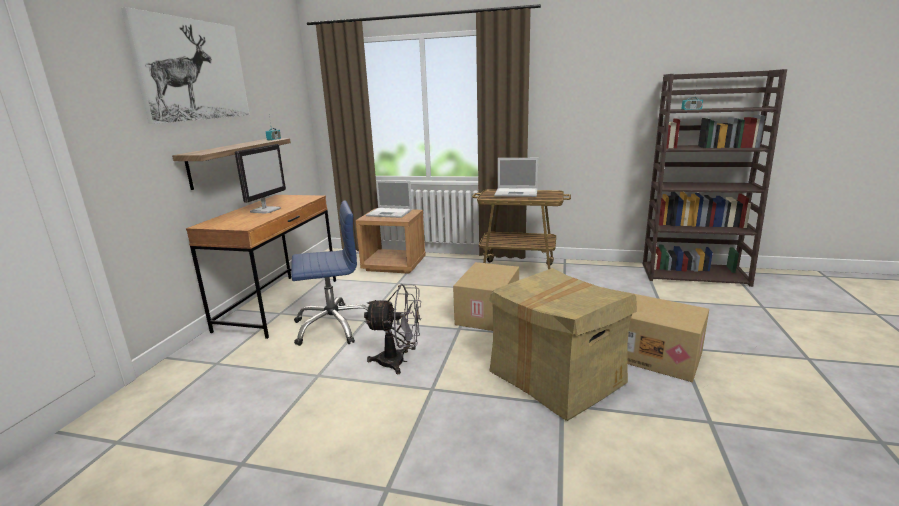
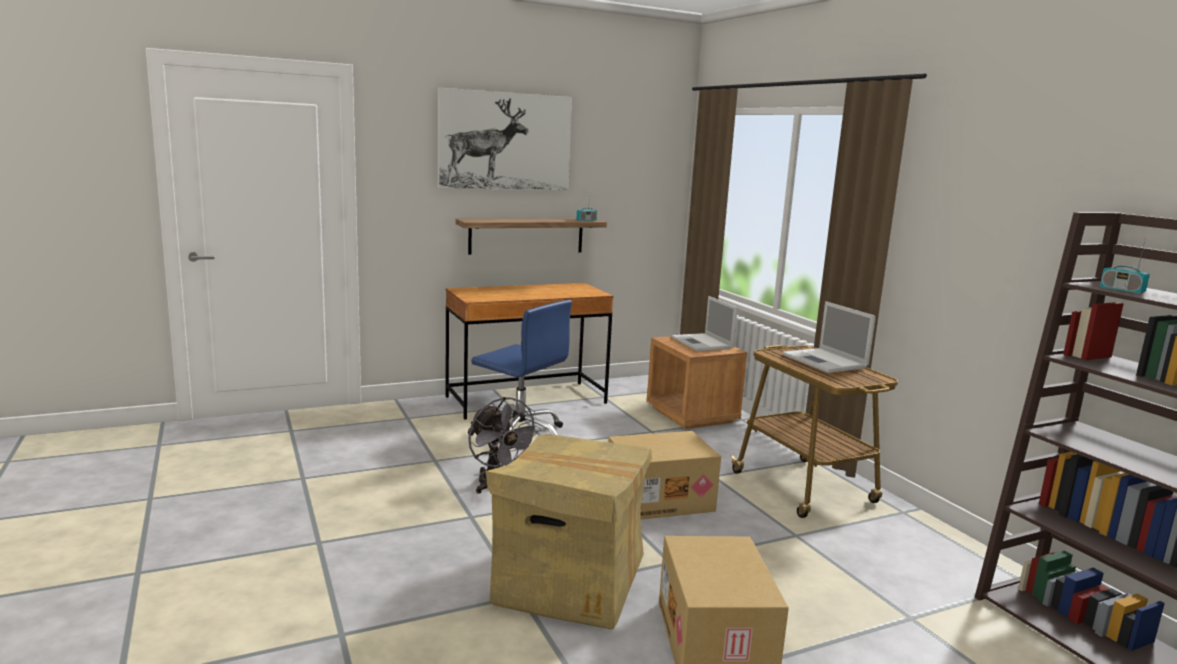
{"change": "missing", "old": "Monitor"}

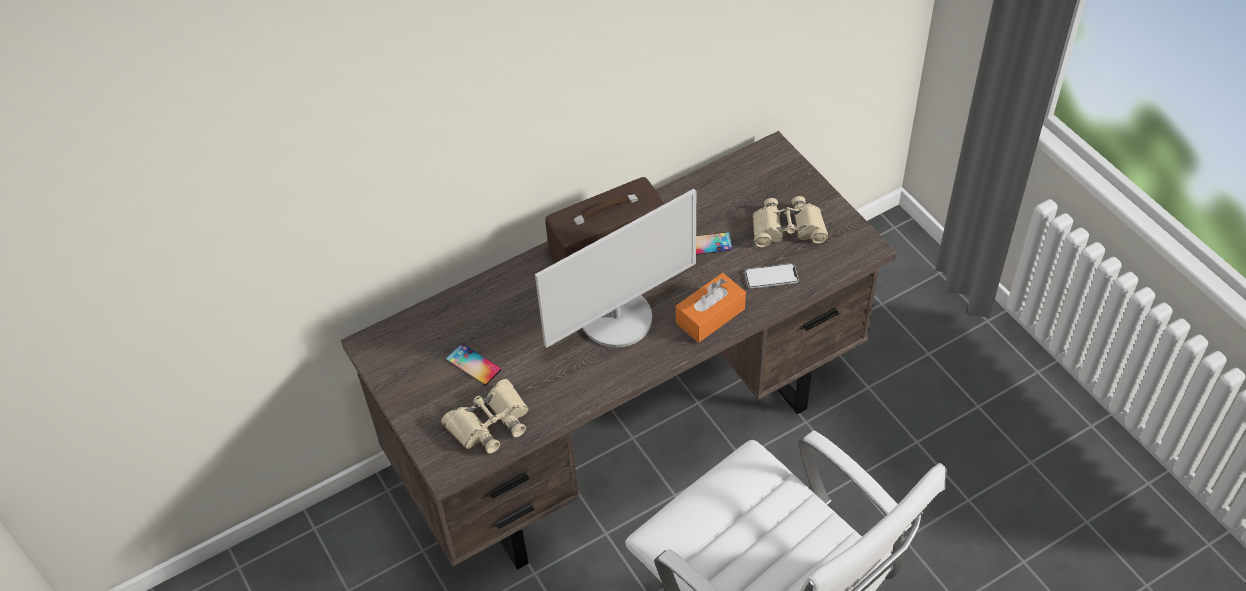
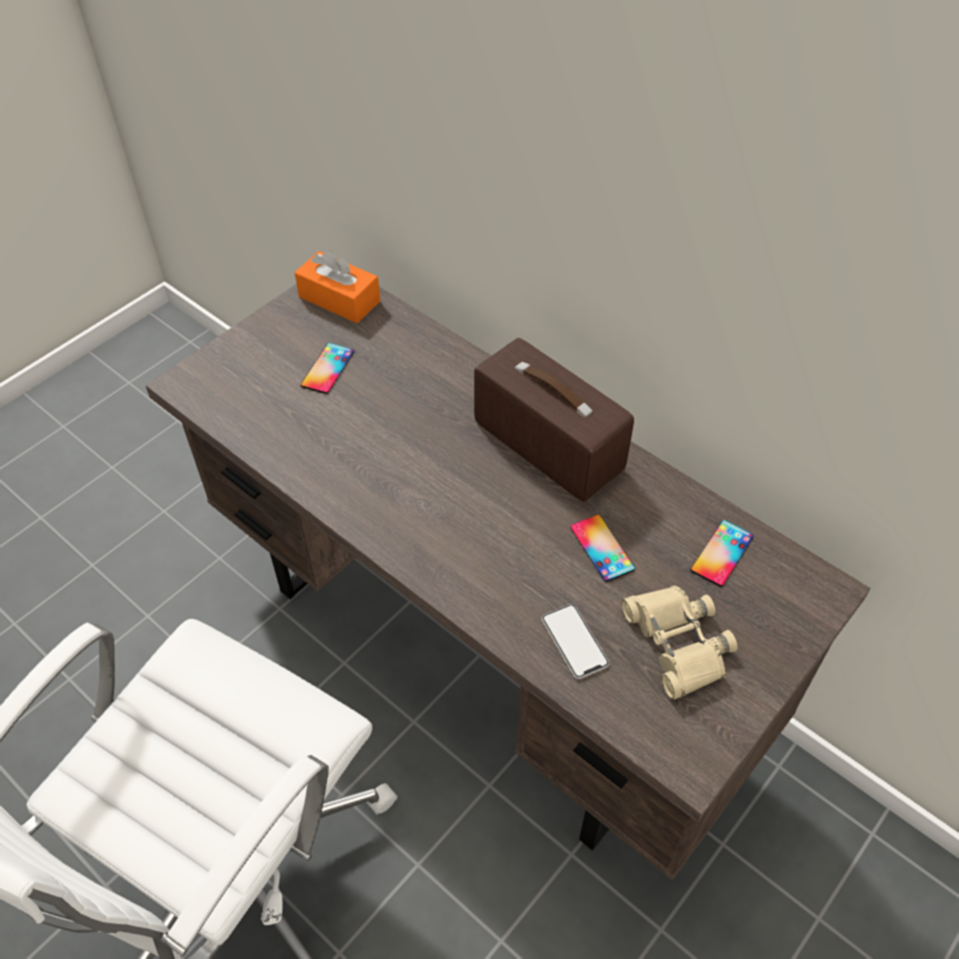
{"change": "missing", "old": "Fernglas (beige) (no. 1 from left)"}
{"change": "missing", "old": "Monitor"}
{"change": "relocated", "old": "Taschentuchbox (orange)"}
{"change": "appeared", "new": "Handy (no. 4 from left)"}

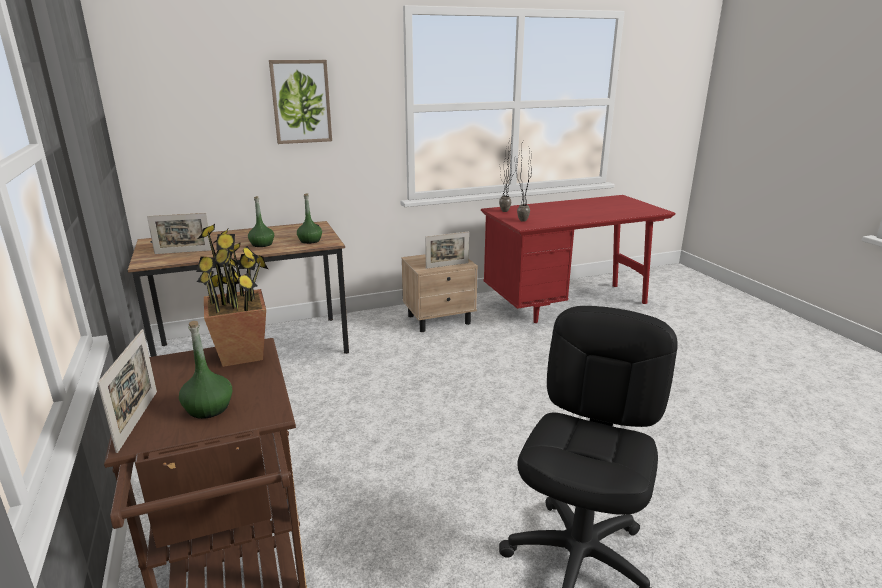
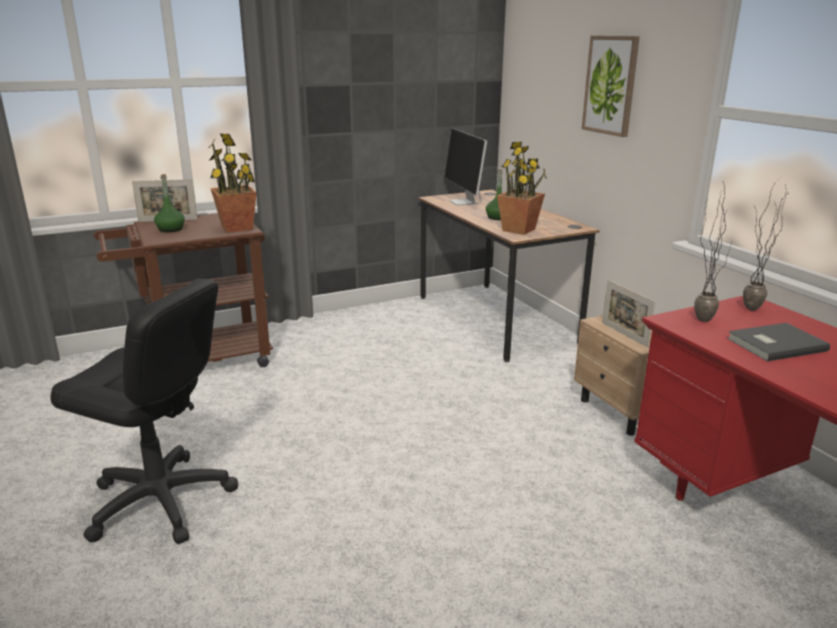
{"change": "exchanged", "old": "Bilderrahmen (no. 2 from left)", "new": "Monitor"}
{"change": "exchanged", "old": "Flasche (grün) (no. 3 from left)", "new": "Topfpflanze (no. 2 from left)"}
{"change": "appeared", "new": "Buch (grau)"}

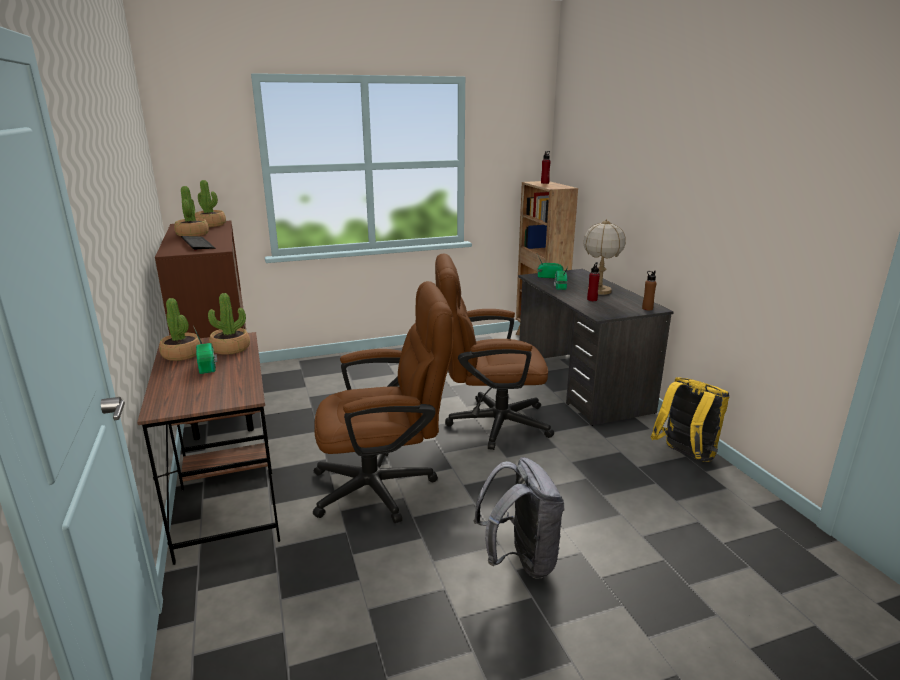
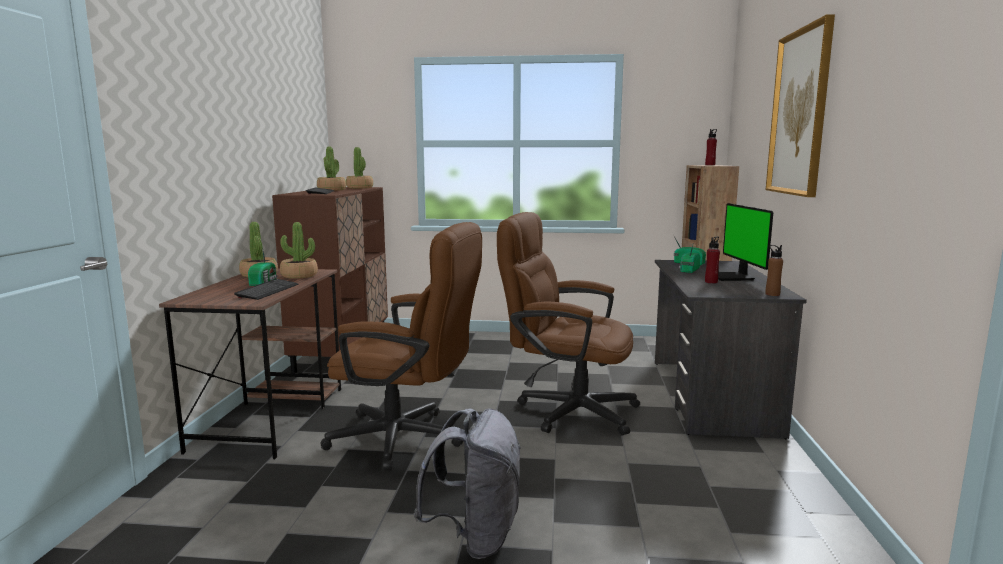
{"change": "exchanged", "old": "Tischlampe", "new": "Monitor"}
{"change": "missing", "old": "Rucksack (gelb)"}
{"change": "appeared", "new": "Tastatur (no. 1 from left)"}
{"change": "appeared", "new": "Bild"}

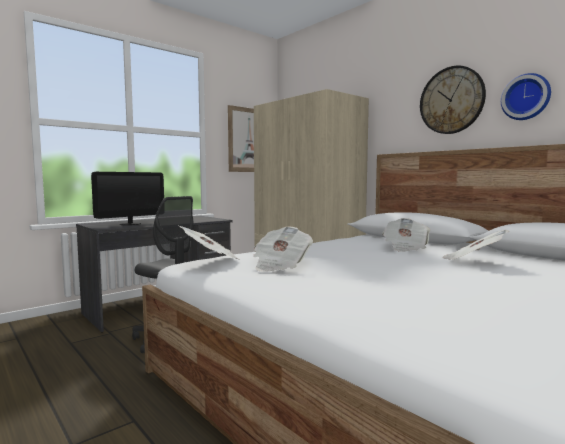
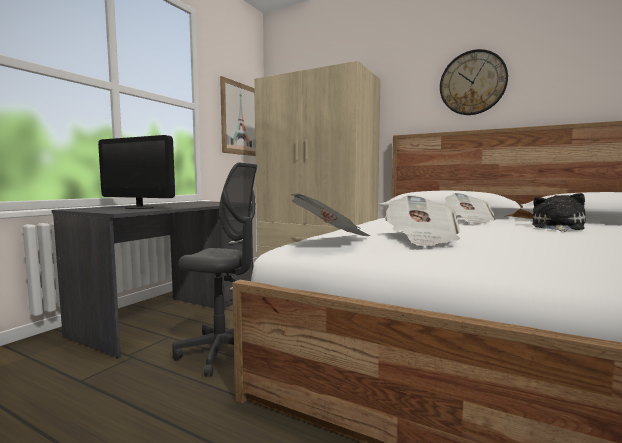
{"change": "spun", "old": "Monitor", "degrees": 90}
{"change": "exchanged", "old": "Zeitung (no. 4 from left)", "new": "Plüschtier"}
{"change": "missing", "old": "Wanduhr (no. 2 from left)"}

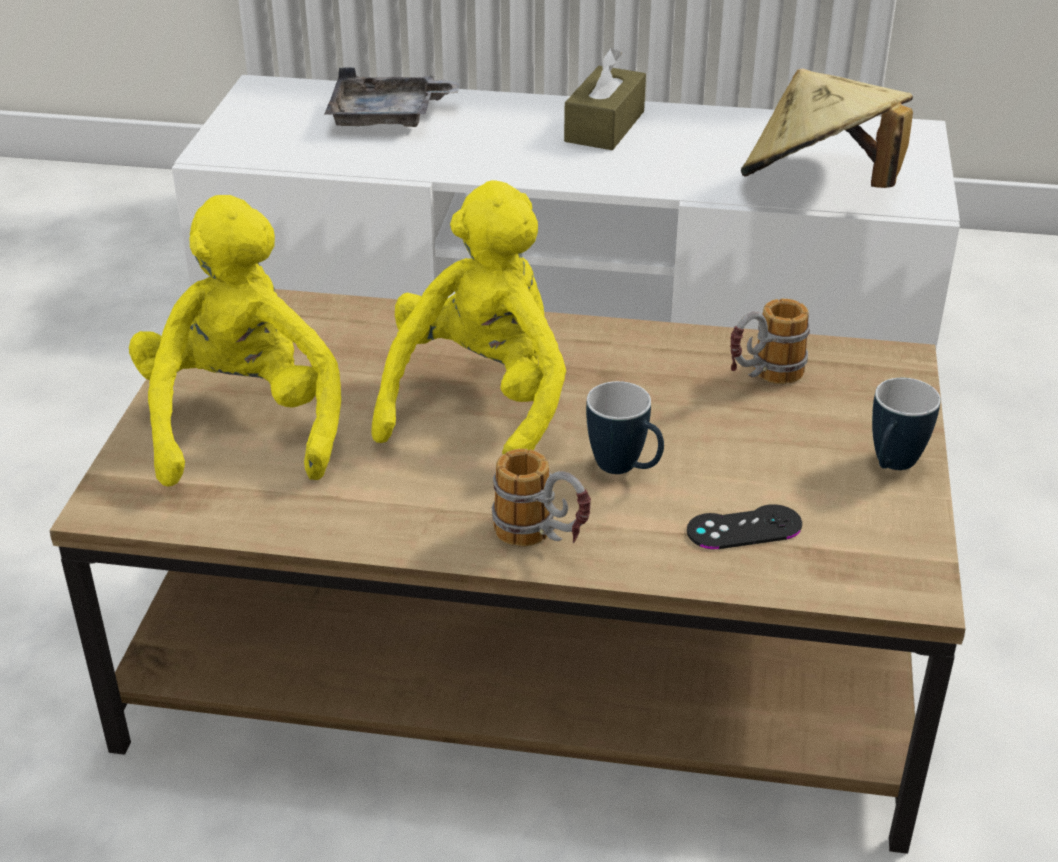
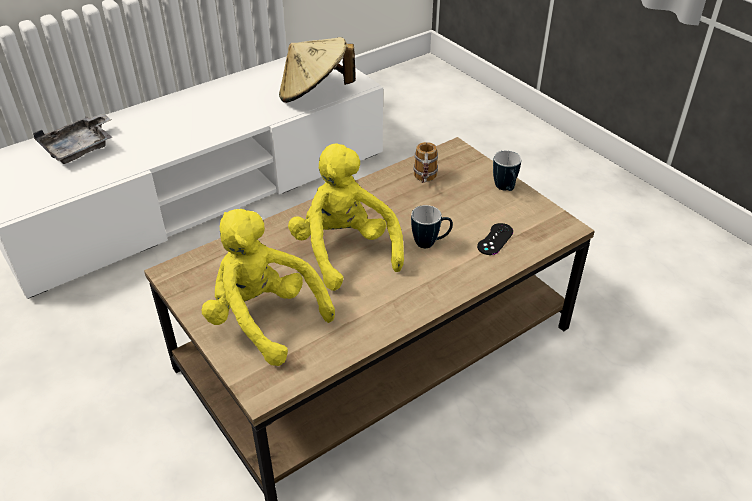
{"change": "missing", "old": "Henkelbecher (no. 1 from left)"}
{"change": "missing", "old": "Taschentuchbox (braun)"}

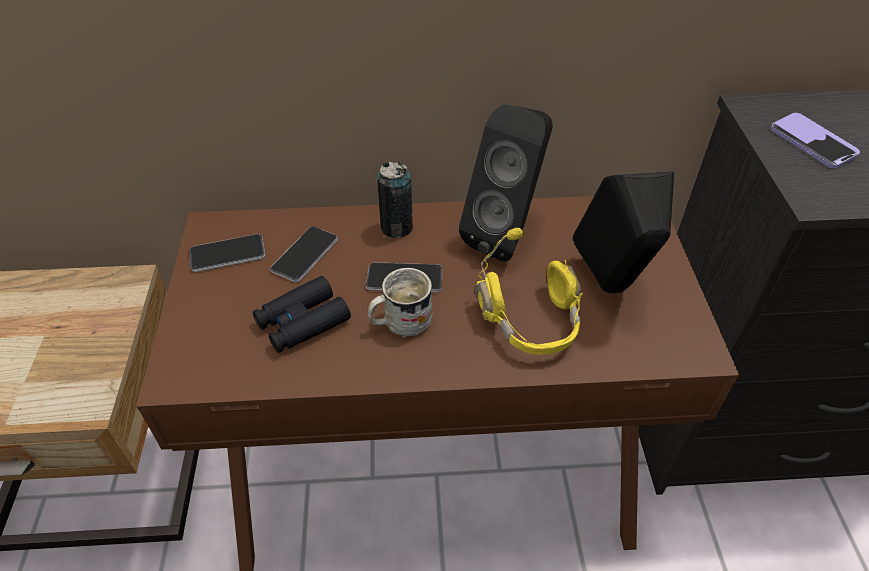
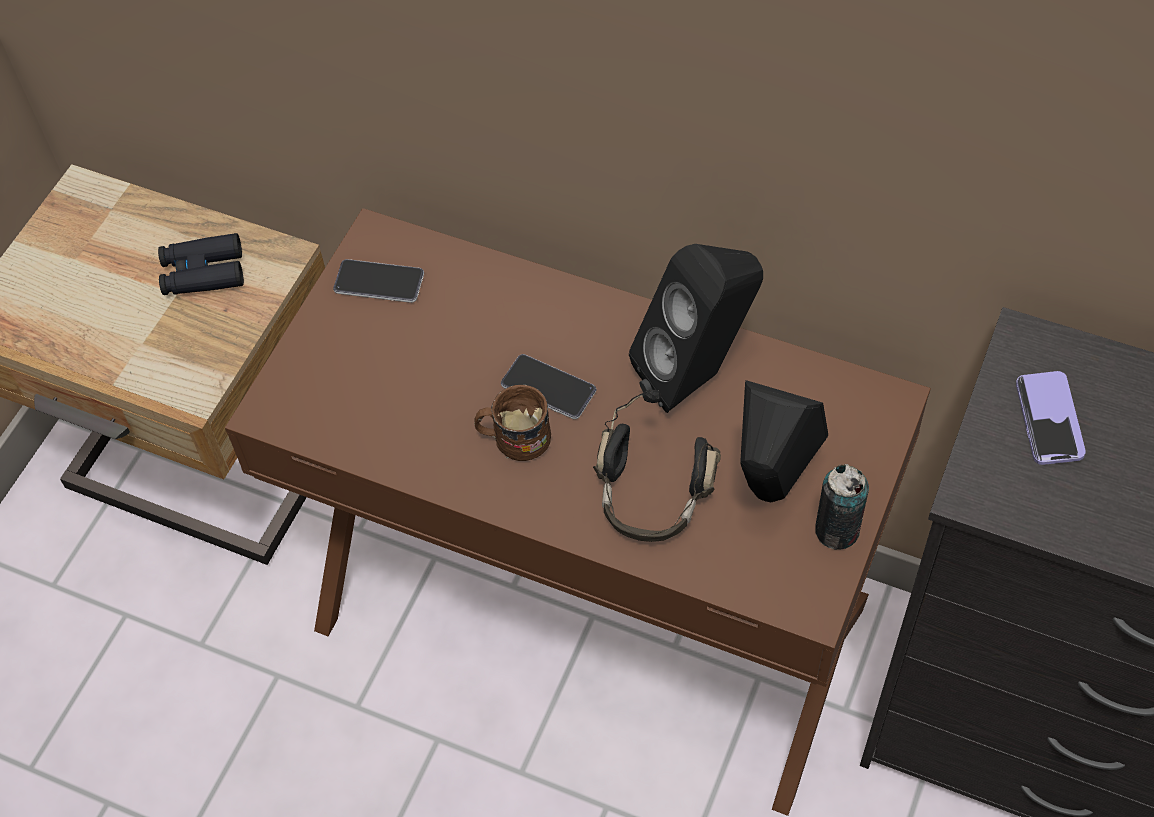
{"change": "relocated", "old": "Fernglas (schwarz)"}
{"change": "missing", "old": "Handy (no. 2 from left)"}
{"change": "colour", "old": "Henkelbecher (weiß)", "new": "Henkelbecher (braun)"}
{"change": "relocated", "old": "Dose"}
{"change": "colour", "old": "Kopfhörer (gelb)", "new": "Kopfhörer (schwarz)"}

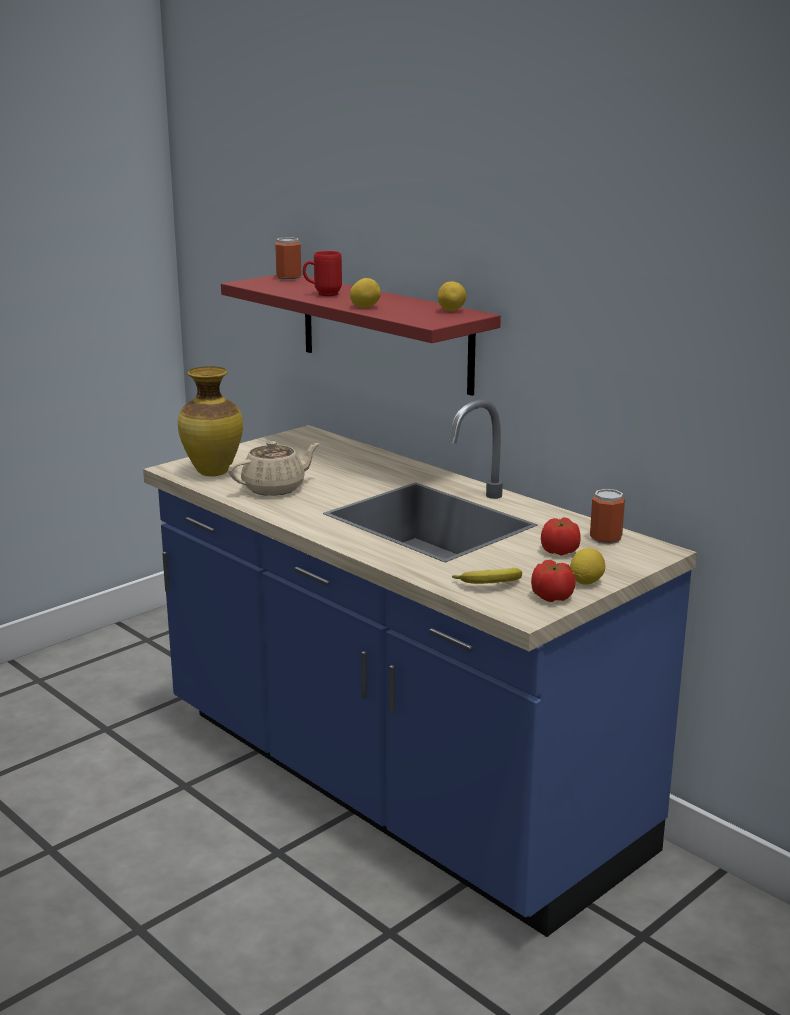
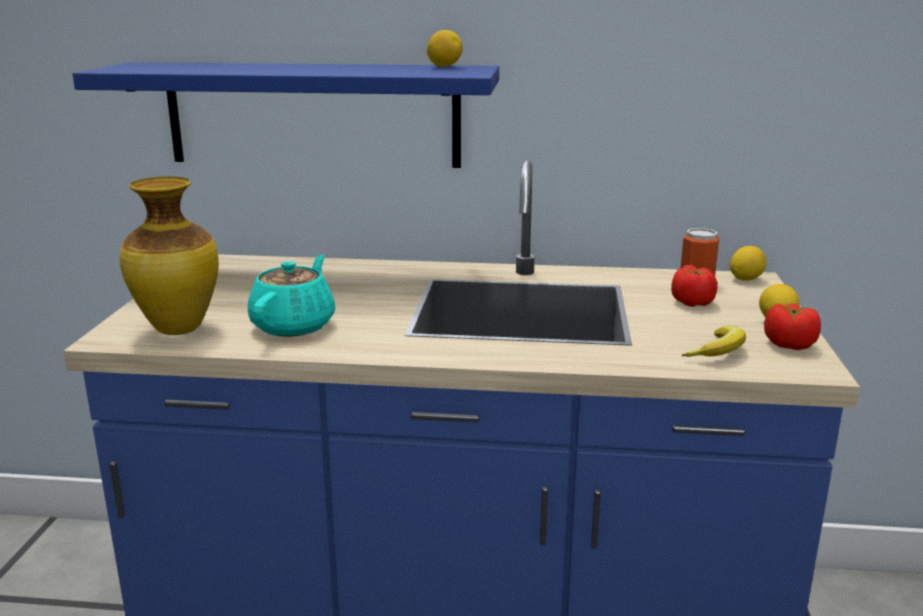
{"change": "colour", "old": "Wandregal (rot)", "new": "Wandregal (blau)"}
{"change": "colour", "old": "Teekanne (beige)", "new": "Teekanne (türkis)"}
{"change": "missing", "old": "Dose (no. 1 from left)"}
{"change": "missing", "old": "Henkelbecher (rot)"}
{"change": "relocated", "old": "Zitrone (no. 1 from left in the first image)", "new": "Zitrone (no. 2 from left)"}

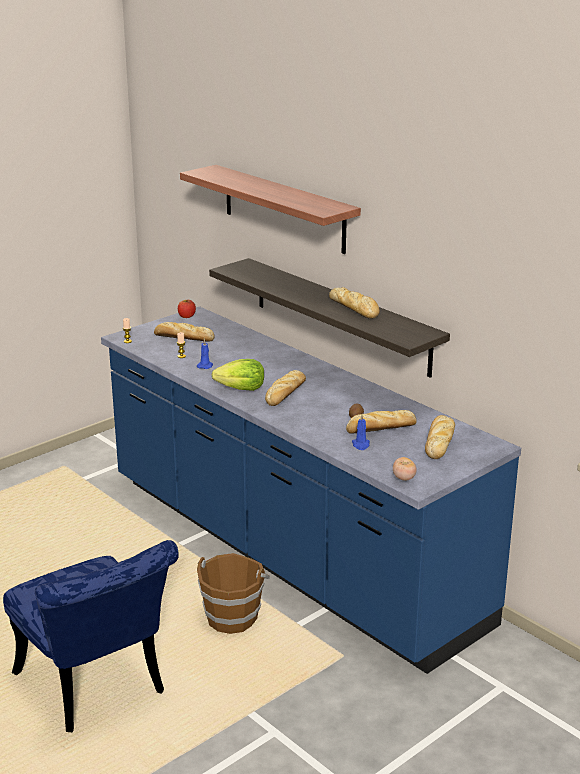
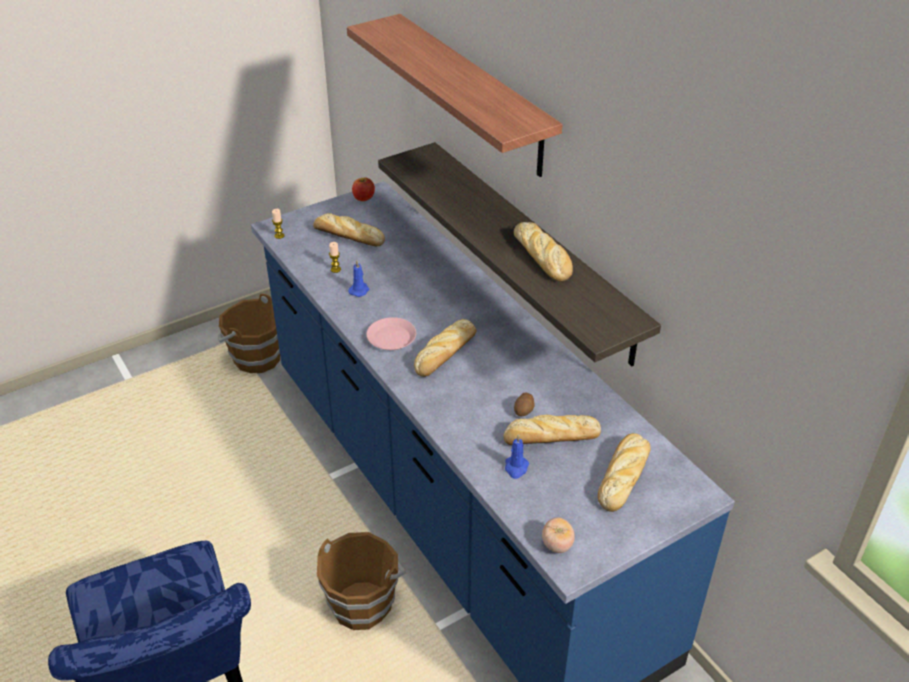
{"change": "exchanged", "old": "Salatkopf", "new": "Teller (rosa)"}
{"change": "appeared", "new": "Eimer (braun) (no. 1 from left)"}

